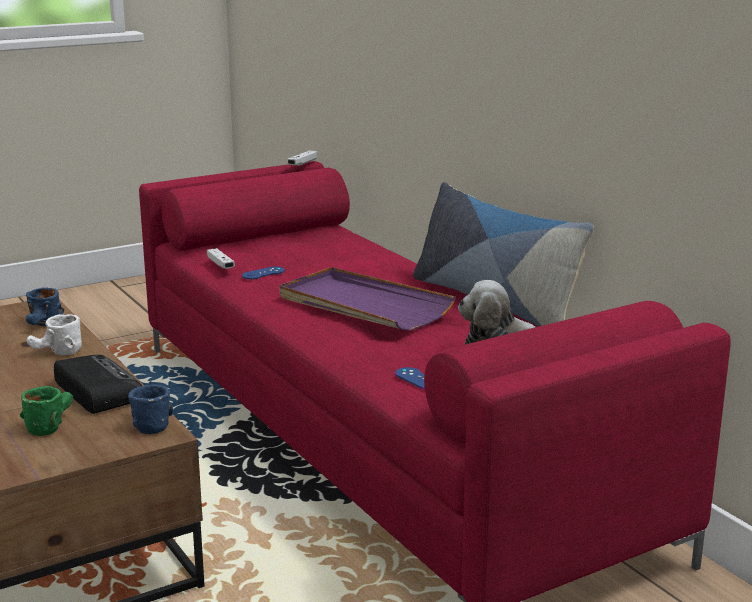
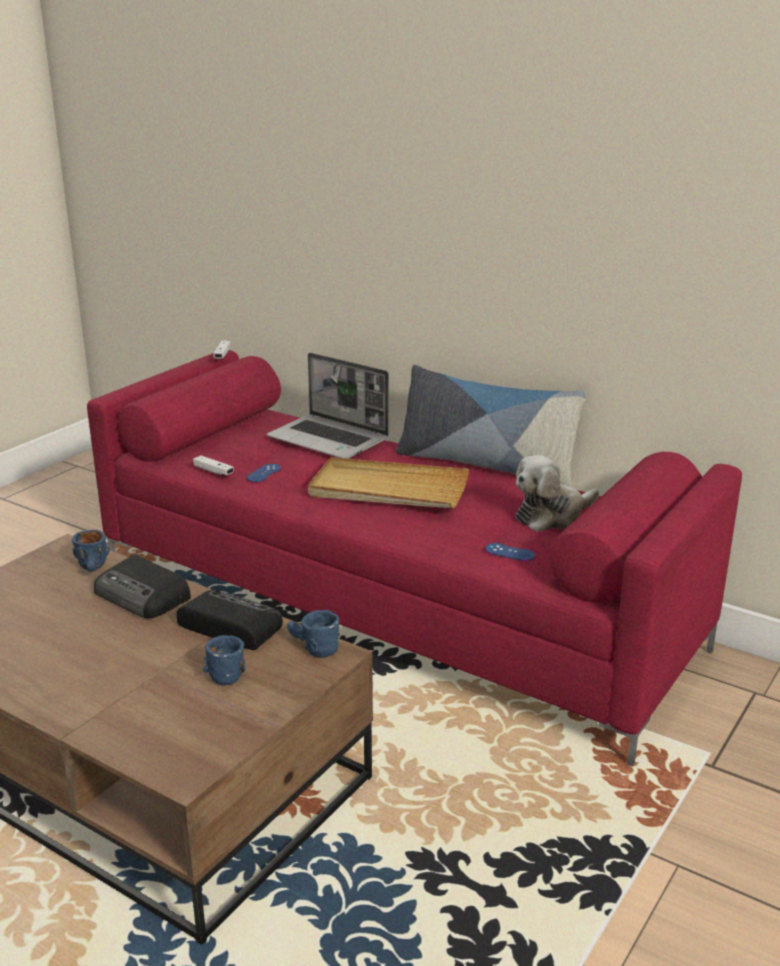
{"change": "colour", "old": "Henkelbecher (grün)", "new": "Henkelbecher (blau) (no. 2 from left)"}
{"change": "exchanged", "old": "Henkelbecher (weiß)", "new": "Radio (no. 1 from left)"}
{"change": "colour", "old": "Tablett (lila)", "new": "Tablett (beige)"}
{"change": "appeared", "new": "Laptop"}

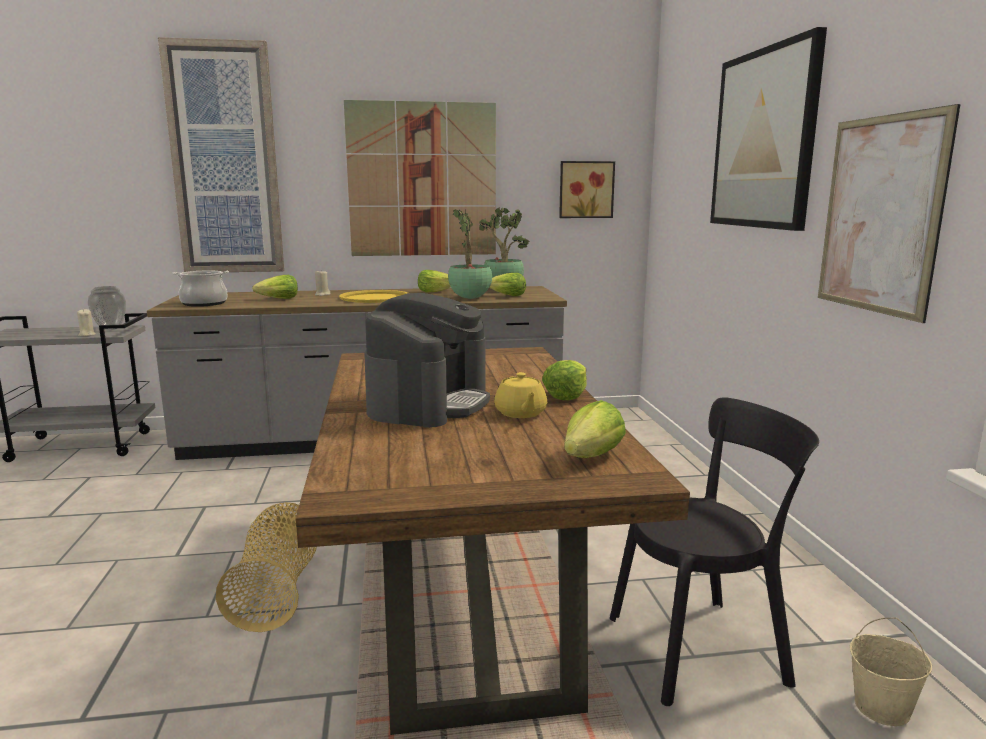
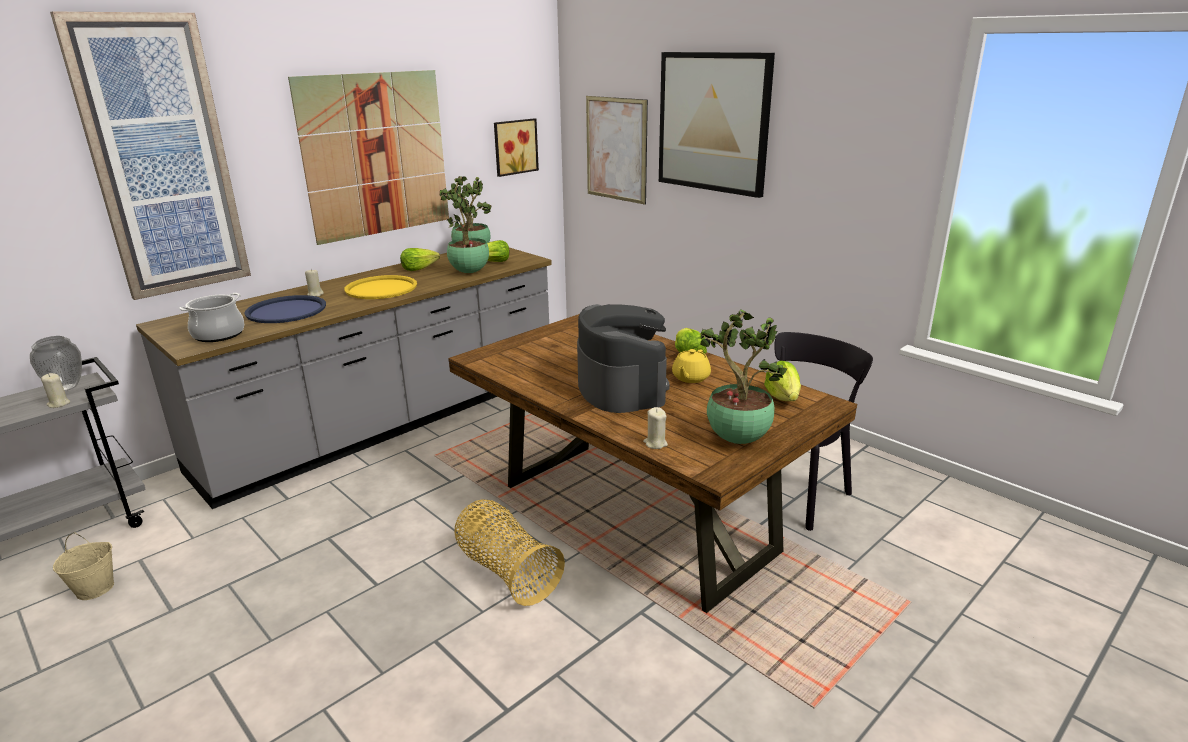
{"change": "exchanged", "old": "Salatkopf (no. 1 from left)", "new": "Tablett (blau)"}
{"change": "spun", "old": "Teekanne (gelb)", "degrees": 75}
{"change": "relocated", "old": "Bild (no. 5 from left in the first image)", "new": "Bild (no. 4 from left)"}
{"change": "relocated", "old": "Eimer (beige)"}
{"change": "appeared", "new": "Kerze (beige) (no. 3 from left)"}
{"change": "appeared", "new": "Topfpflanze (no. 3 from left)"}

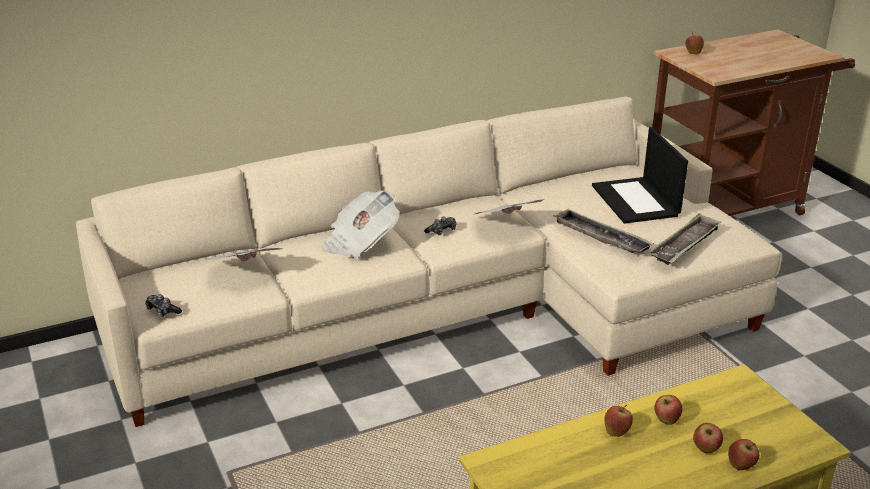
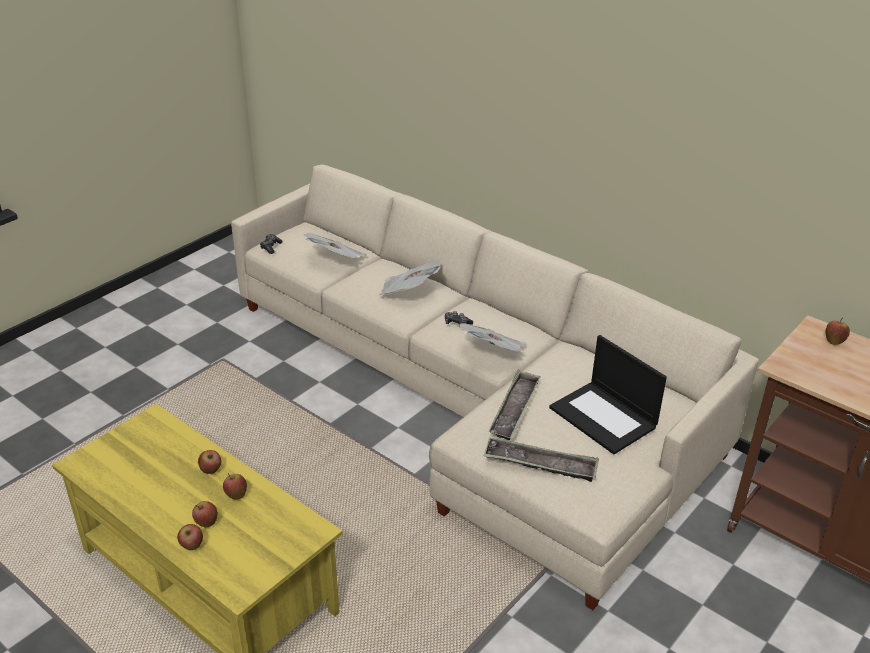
{"change": "spun", "old": "Laptop", "degrees": -90}

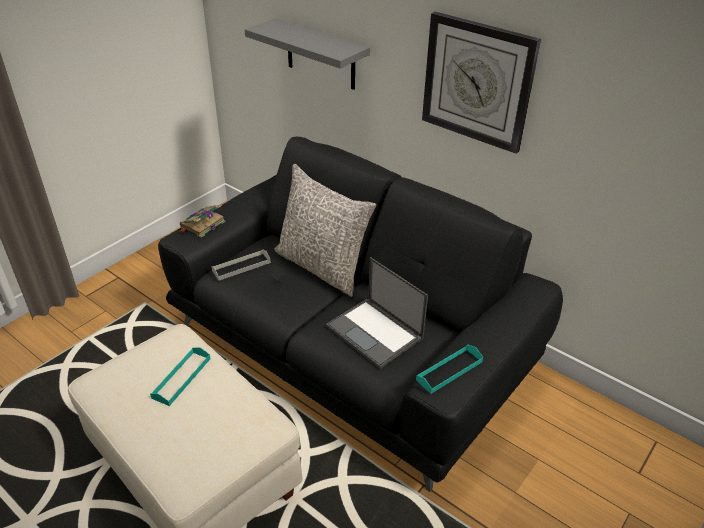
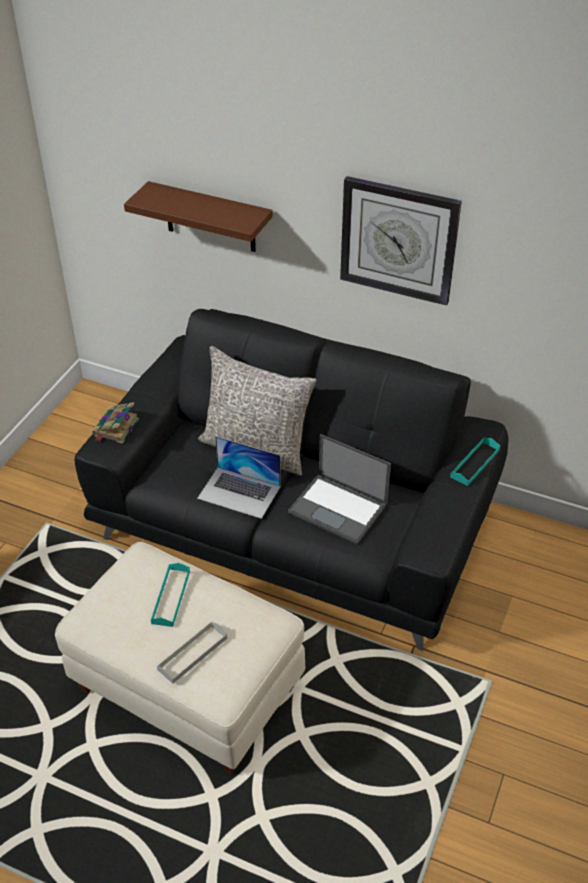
{"change": "relocated", "old": "Tablett (grau)"}
{"change": "colour", "old": "Wandregal (grau)", "new": "Wandregal (braun)"}
{"change": "relocated", "old": "Tablett (türkis) (no. 2 from left)"}
{"change": "appeared", "new": "Laptop (no. 1 from left)"}

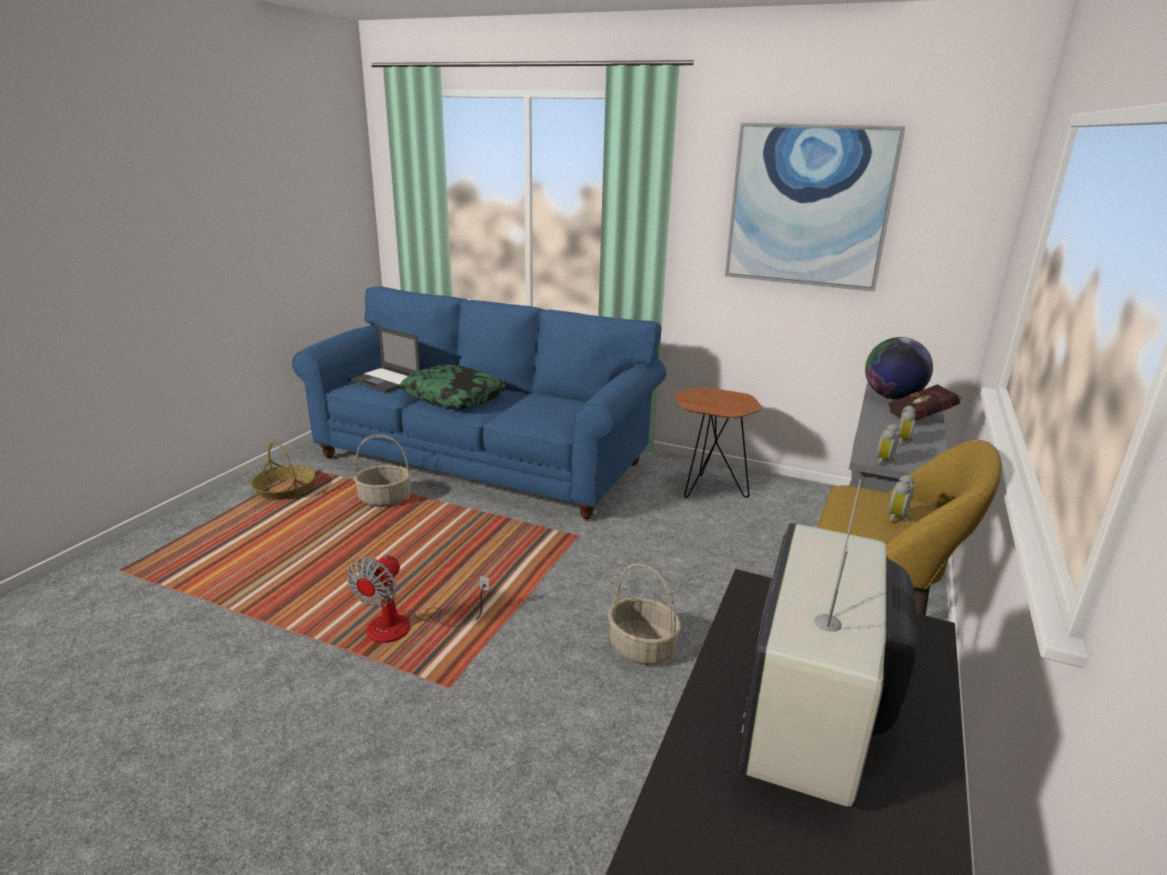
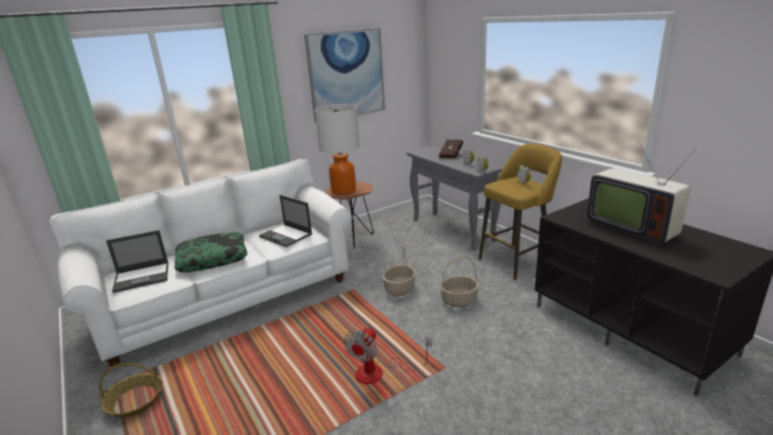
{"change": "colour", "old": "Sofa (blau)", "new": "Sofa (weiß)"}
{"change": "spun", "old": "Ventilator", "degrees": 60}
{"change": "relocated", "old": "Korb (no. 2 from left)"}
{"change": "missing", "old": "Globus"}
{"change": "appeared", "new": "Laptop (no. 2 from left)"}
{"change": "appeared", "new": "Tischlampe"}

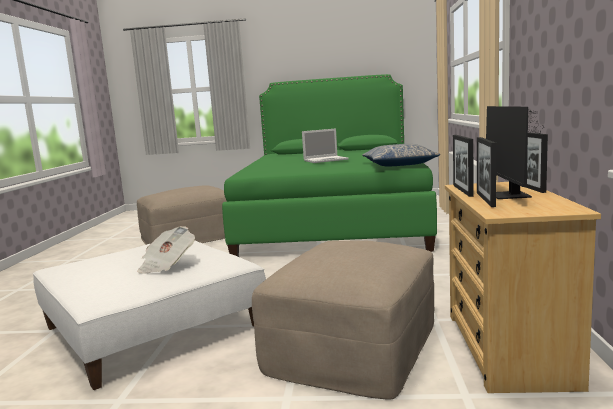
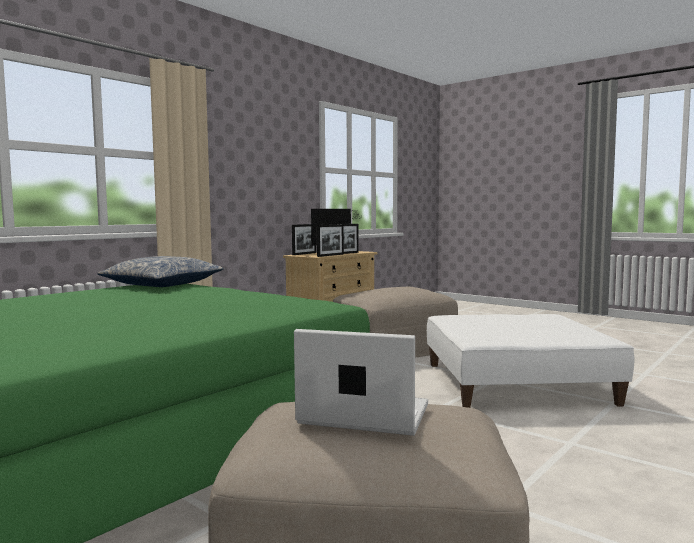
{"change": "missing", "old": "Zeitung"}
{"change": "relocated", "old": "Laptop"}

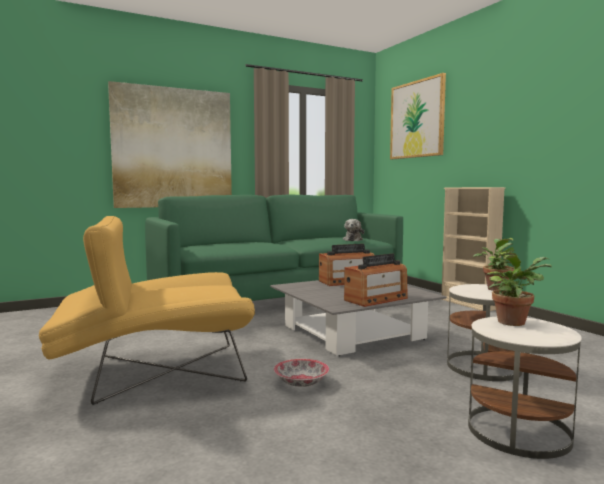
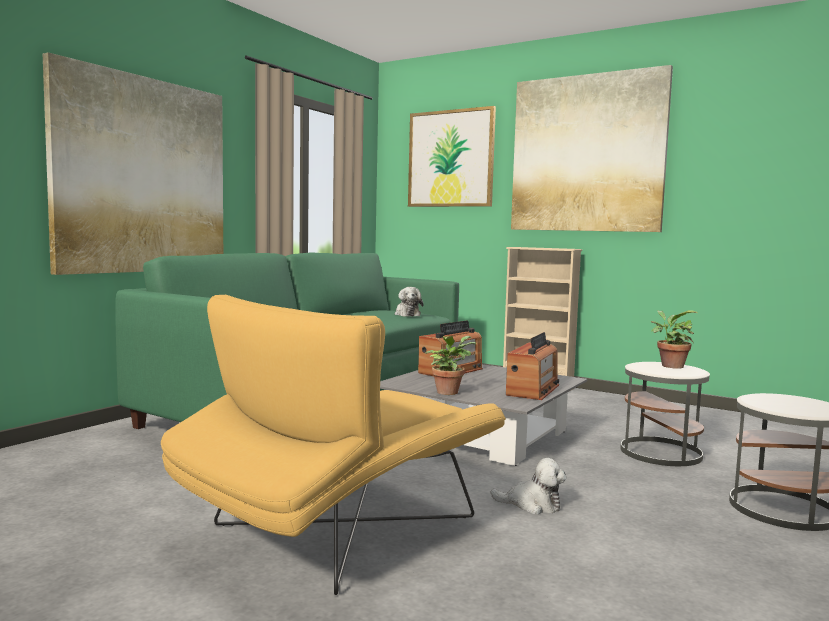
{"change": "exchanged", "old": "Schüssel", "new": "Plüschtier (no. 2 from left)"}
{"change": "relocated", "old": "Topfpflanze (no. 2 from left in the first image)", "new": "Topfpflanze (no. 1 from left)"}
{"change": "appeared", "new": "Bild (no. 3 from left)"}

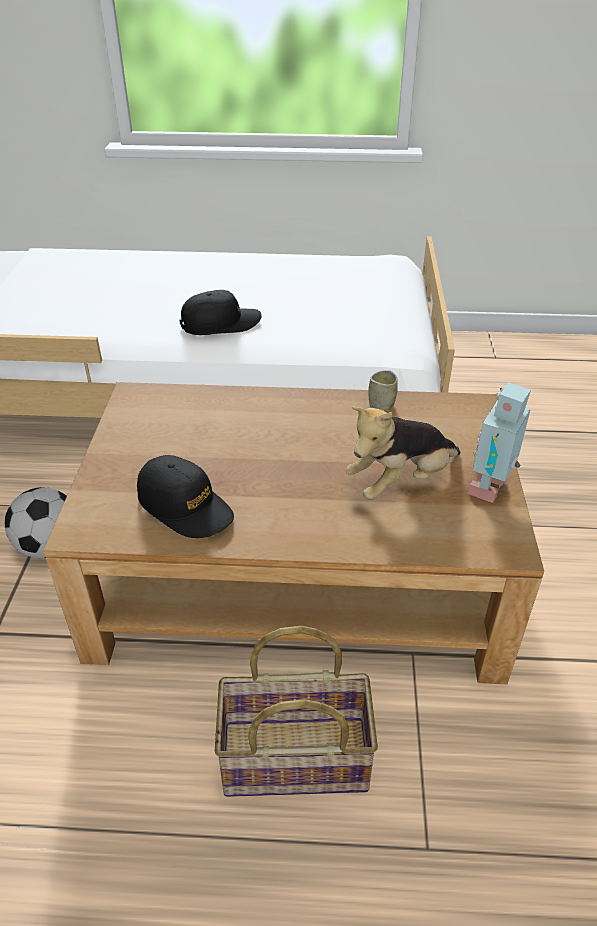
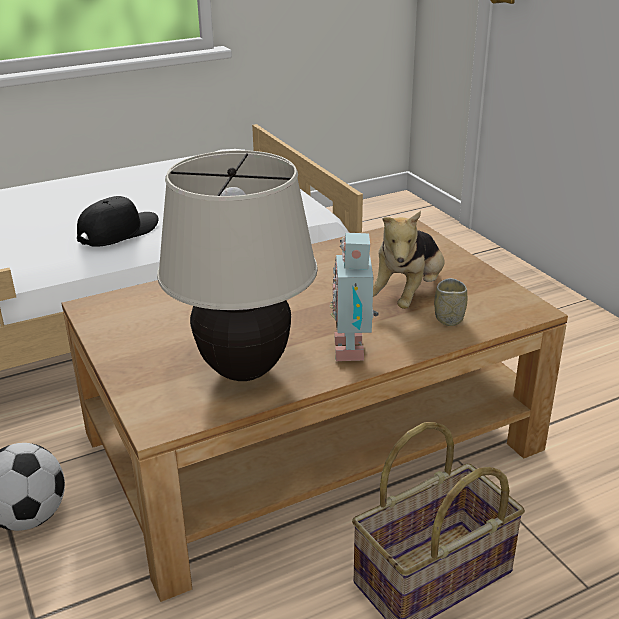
{"change": "exchanged", "old": "Kappe (schwarz) (no. 1 from left)", "new": "Tischlampe (beige)"}
{"change": "relocated", "old": "Tasse"}
{"change": "relocated", "old": "Spielzeugroboter"}

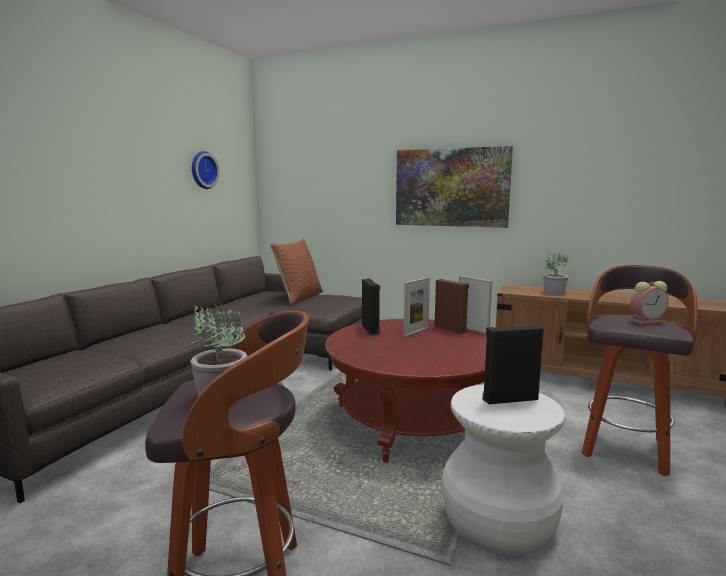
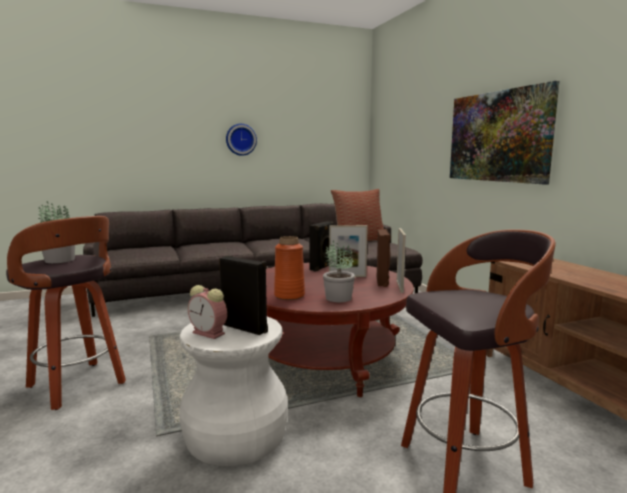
{"change": "relocated", "old": "Wanduhr"}
{"change": "relocated", "old": "Topfpflanze (no. 2 from left)"}
{"change": "relocated", "old": "Wecker"}
{"change": "appeared", "new": "Vase (orange)"}

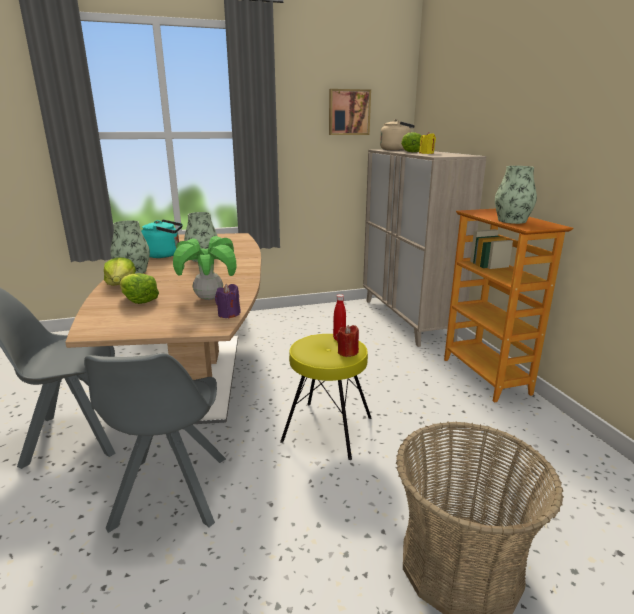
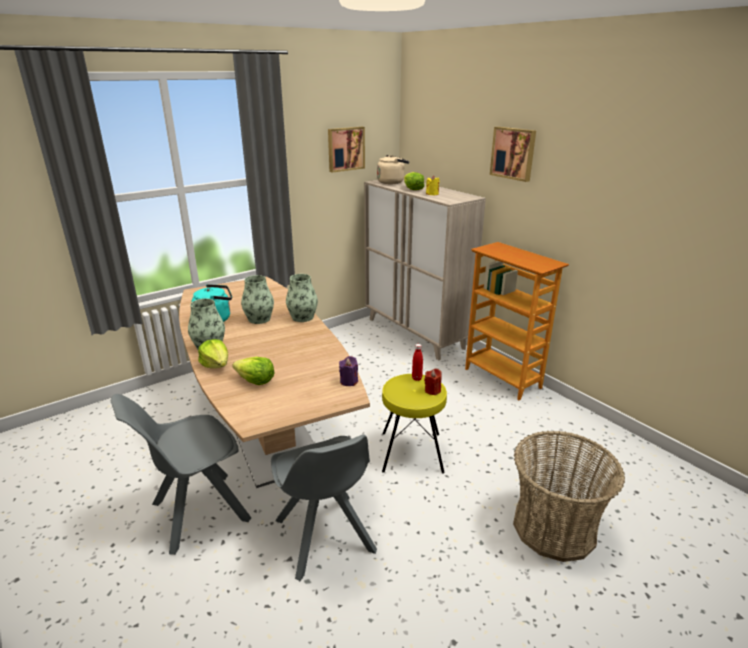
{"change": "missing", "old": "Topfpflanze"}
{"change": "relocated", "old": "Vase (no. 3 from left)"}
{"change": "appeared", "new": "Bild (no. 2 from left)"}

